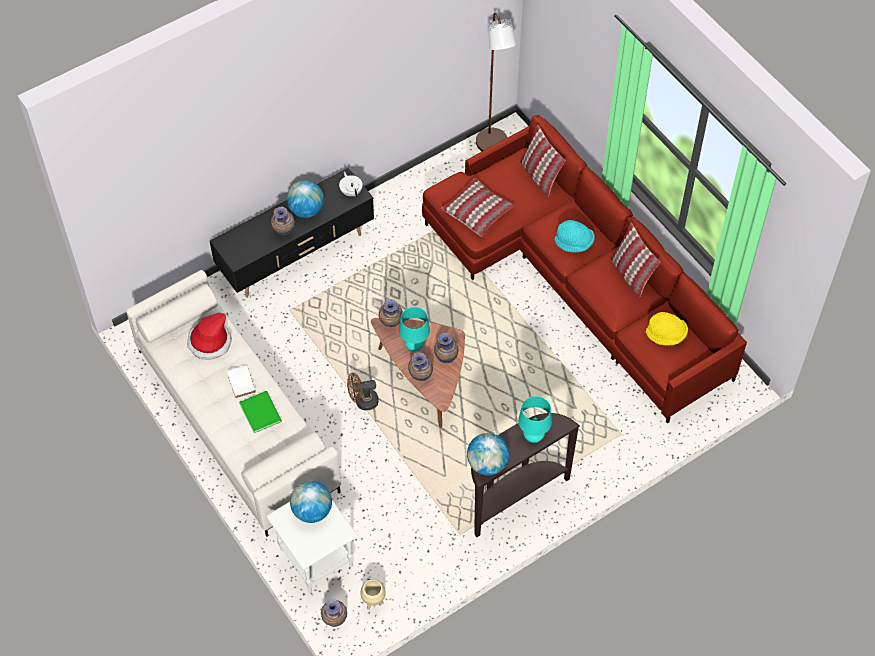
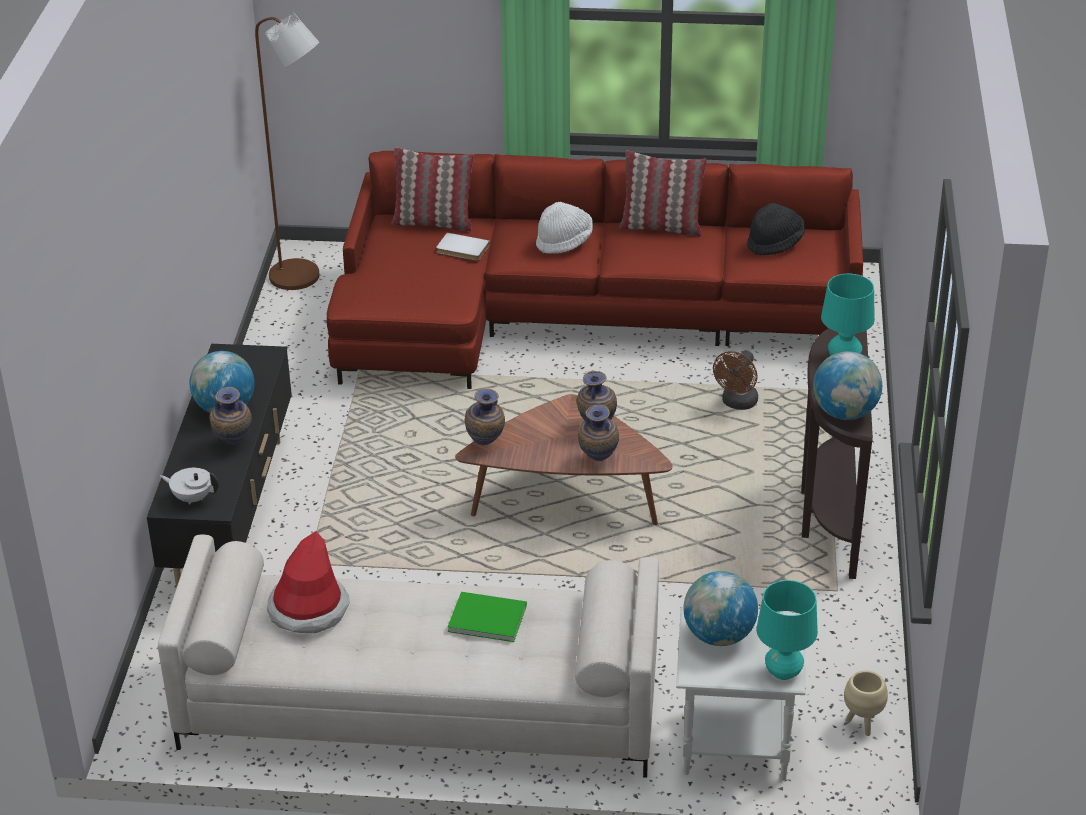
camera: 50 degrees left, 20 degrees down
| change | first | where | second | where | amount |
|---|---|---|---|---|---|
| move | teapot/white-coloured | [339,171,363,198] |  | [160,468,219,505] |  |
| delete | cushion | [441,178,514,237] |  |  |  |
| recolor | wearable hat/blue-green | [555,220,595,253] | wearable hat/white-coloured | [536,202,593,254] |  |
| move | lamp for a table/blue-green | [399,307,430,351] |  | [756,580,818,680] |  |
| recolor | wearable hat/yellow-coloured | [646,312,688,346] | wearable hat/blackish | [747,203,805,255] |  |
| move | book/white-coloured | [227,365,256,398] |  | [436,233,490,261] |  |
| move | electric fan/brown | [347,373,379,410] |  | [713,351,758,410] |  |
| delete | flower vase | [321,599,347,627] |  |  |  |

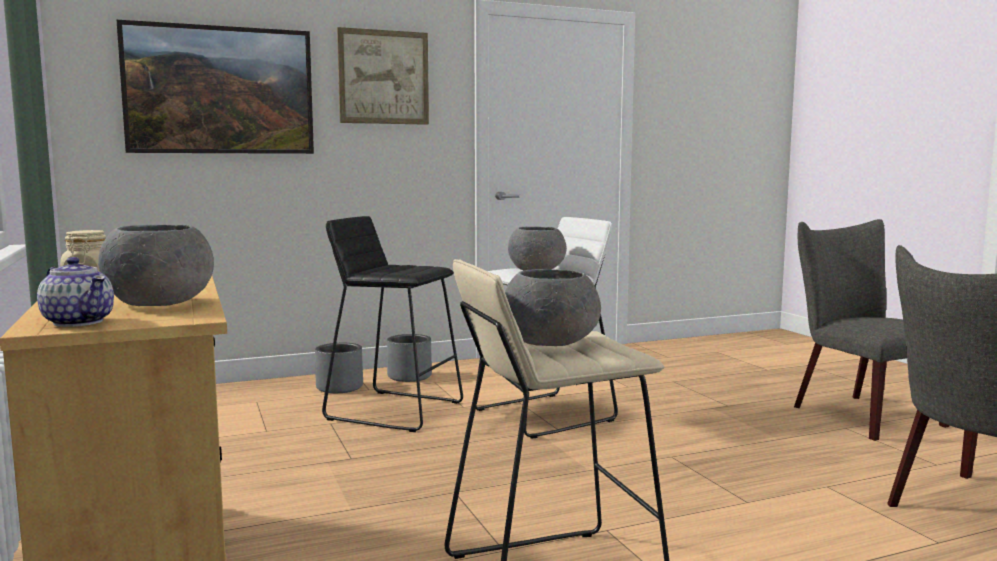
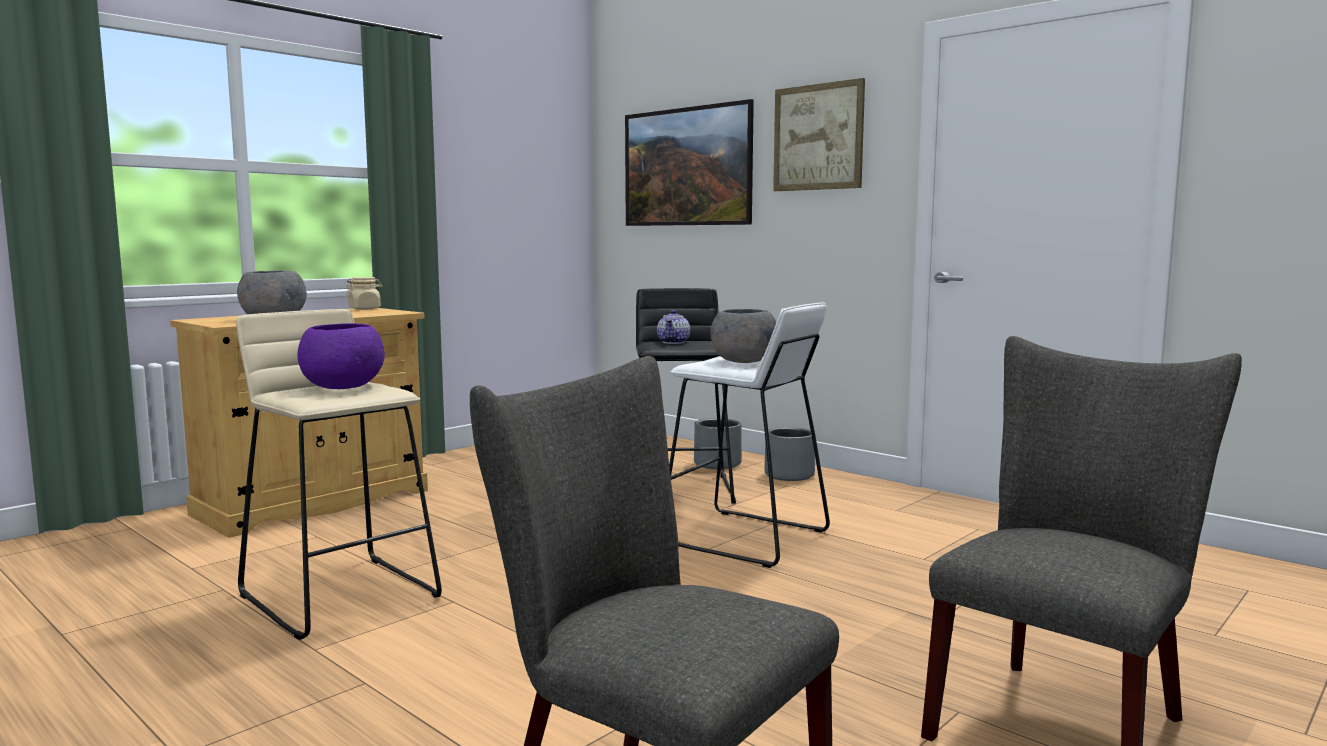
camera: 65 degrees right, 0 degrees up
| change | first | where | second | where | amount |
|---|---|---|---|---|---|
| move | teapot | [37,257,114,327] |  | [657,310,690,344] |  |
| recolor | serving bowl/gray | [505,269,601,346] | serving bowl/purple-coloured | [297,323,385,389] |  |

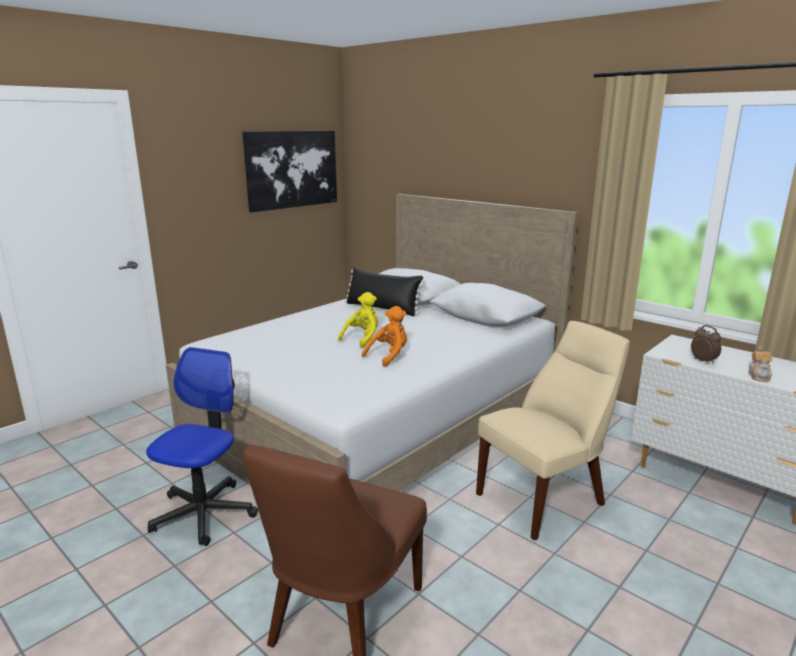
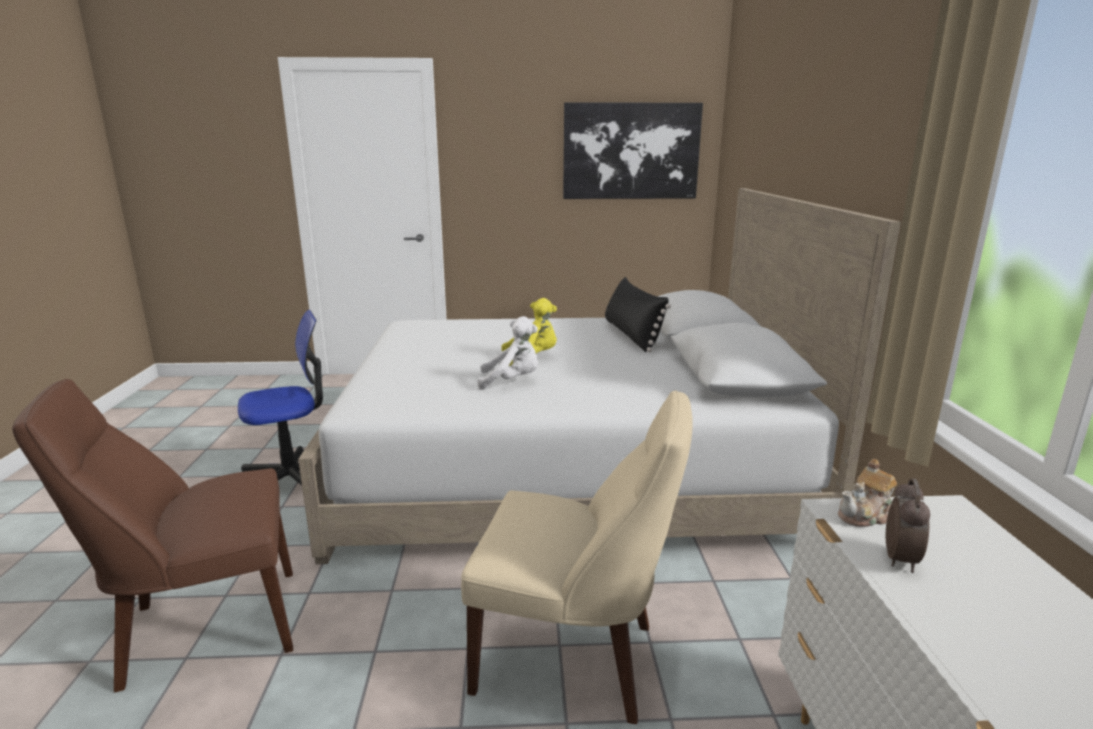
camera: 45 degrees right, 0 degrees up
| change | first | where | second | where | amount |
|---|---|---|---|---|---|
| recolor | cuddly toy/orange-coloured | [362,306,407,367] | cuddly toy/white-coloured | [478,316,538,390] |  |
| move | teapot | [748,347,772,382] |  | [838,459,897,527] |  |

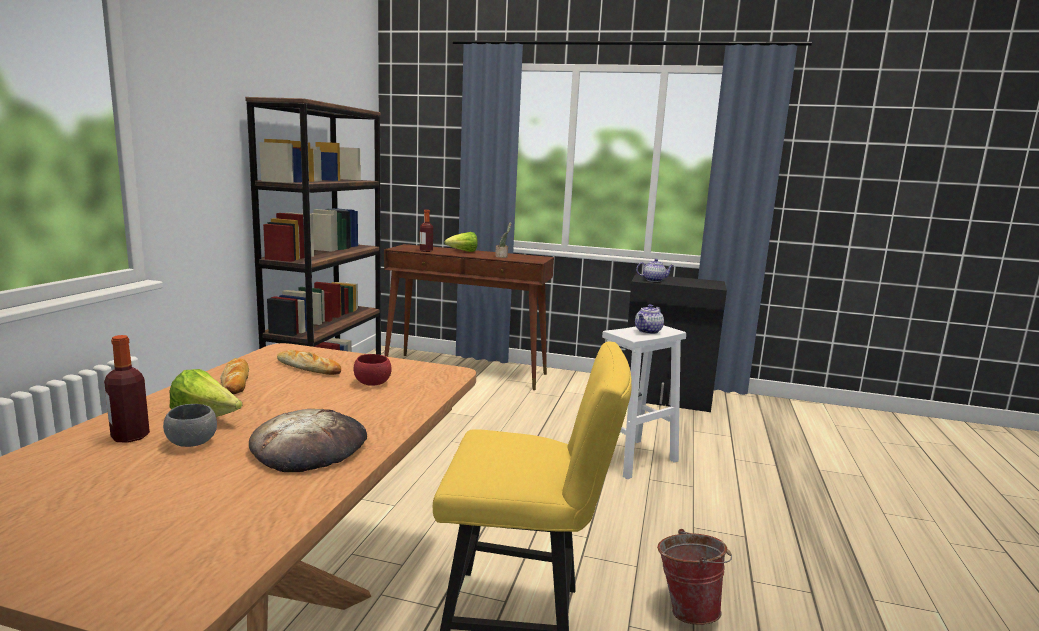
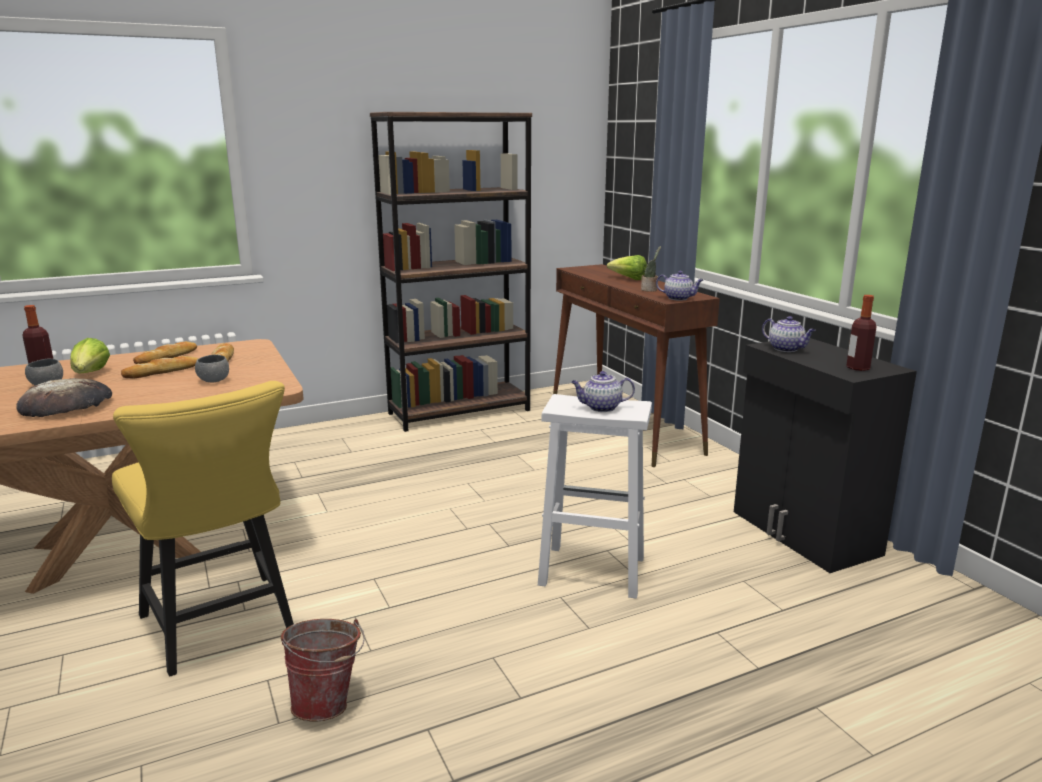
camera: 50 degrees right, 5 degrees up
| change | first | where | second | where | amount |
|---|---|---|---|---|---|
| move | bottle | [420,210,433,252] |  | [846,295,877,371] |  |
| recolor | serving bowl/red | [353,354,391,386] | serving bowl/gray | [195,355,229,382] |  |
| insert |  |  | teapot | [656,271,703,301] |  |
| insert |  |  | bakery bread | [121,356,199,379] |  |

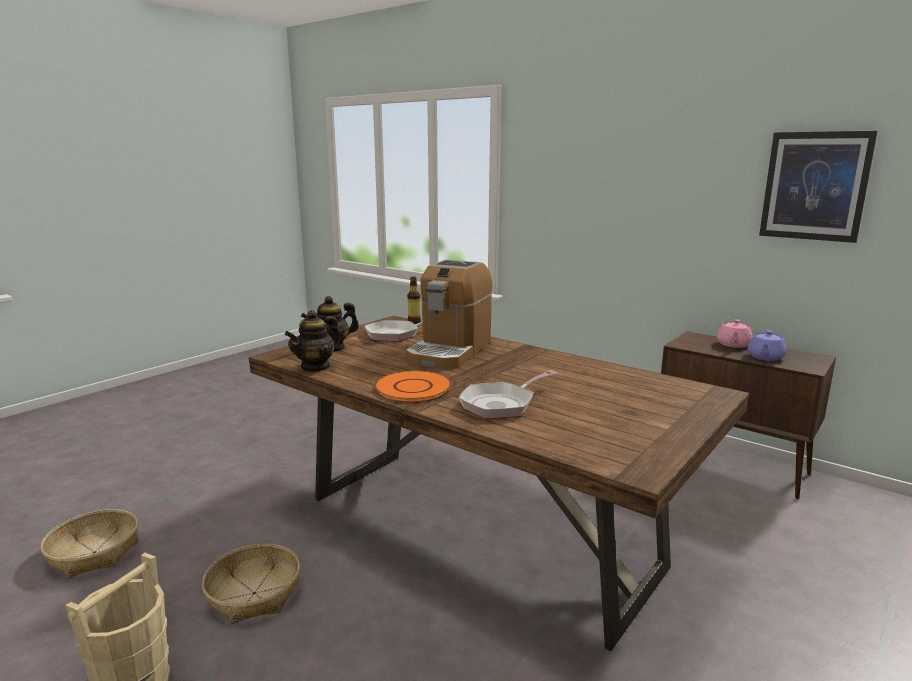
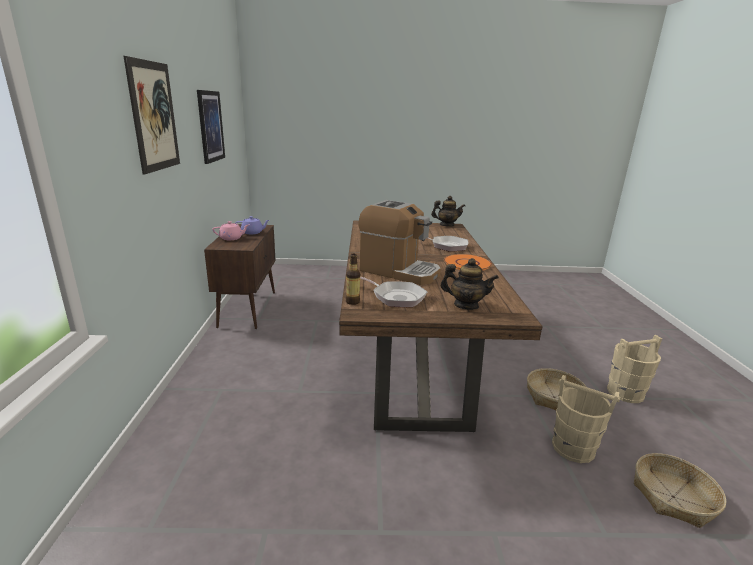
camera: 130 degrees left, 5 degrees up
| change | first | where | second | where | amount |
|---|---|---|---|---|---|
| rotate | coffee machine | [406,260,492,369] |  | [358,200,441,285] | 45 degrees clockwise |
| move | teapot | [285,310,341,372] |  | [431,196,465,227] |  |
| insert |  |  | wall art | [123,56,180,175] |  |
| insert |  |  | pail/beige | [552,375,620,463] |  |

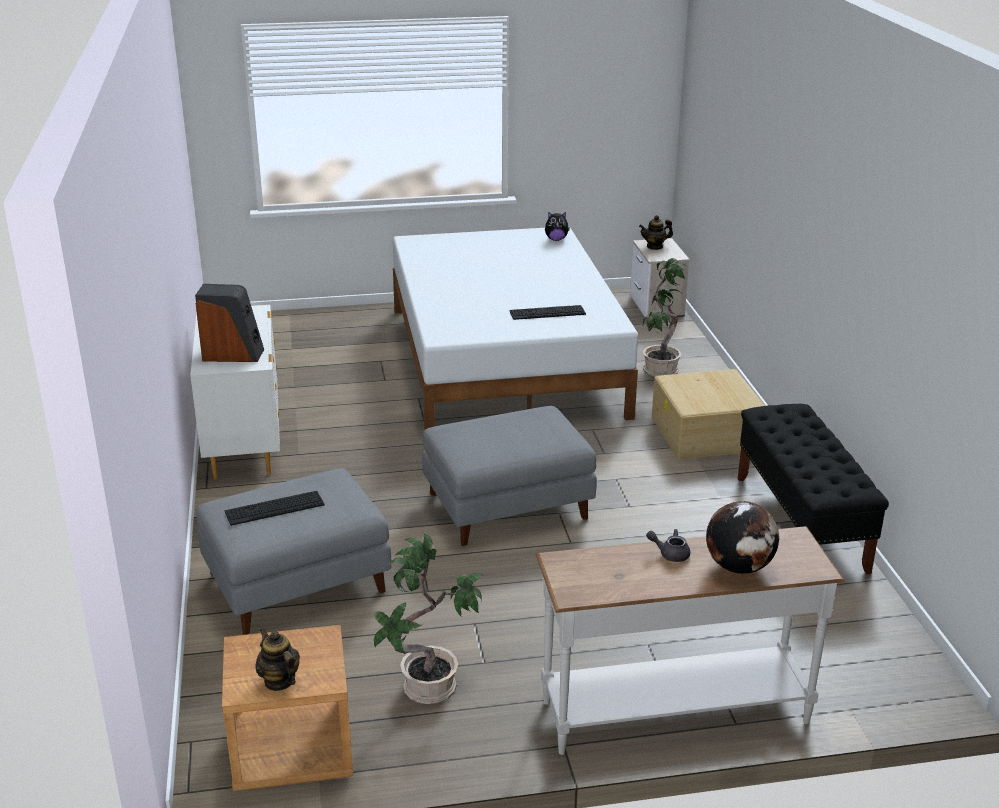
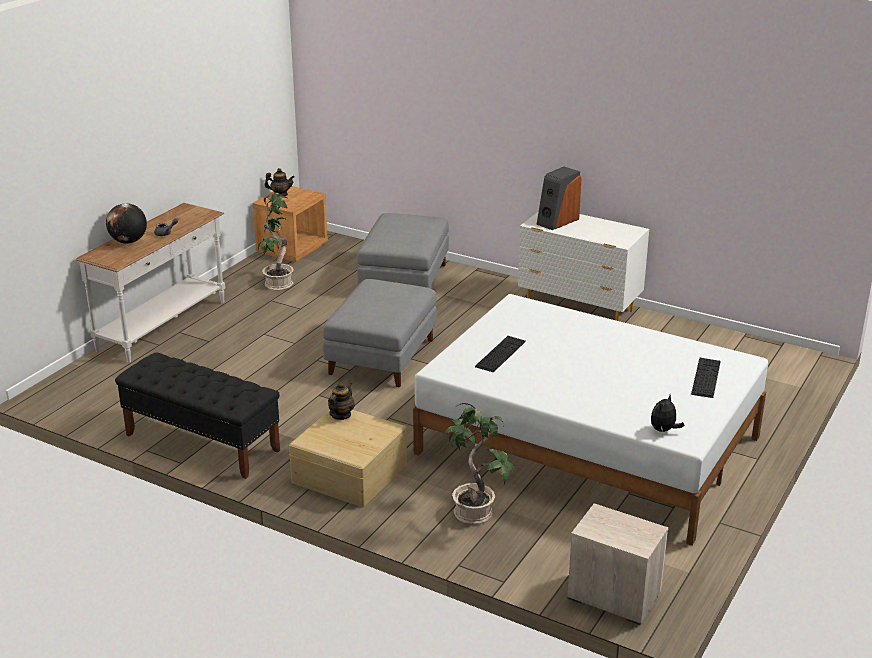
camera: 130 degrees right, 0 degrees up
| change | first | where | second | where | amount |
|---|---|---|---|---|---|
| move | teapot | [639,215,673,250] |  | [328,382,355,420] |  |
| move | keyboard | [225,491,325,526] |  | [691,358,721,398] |  |

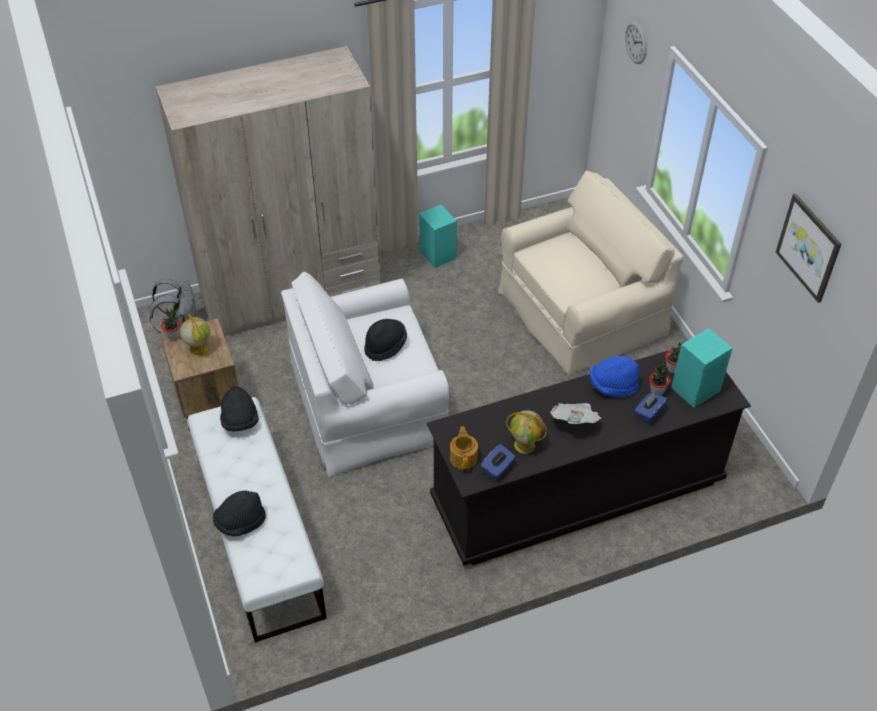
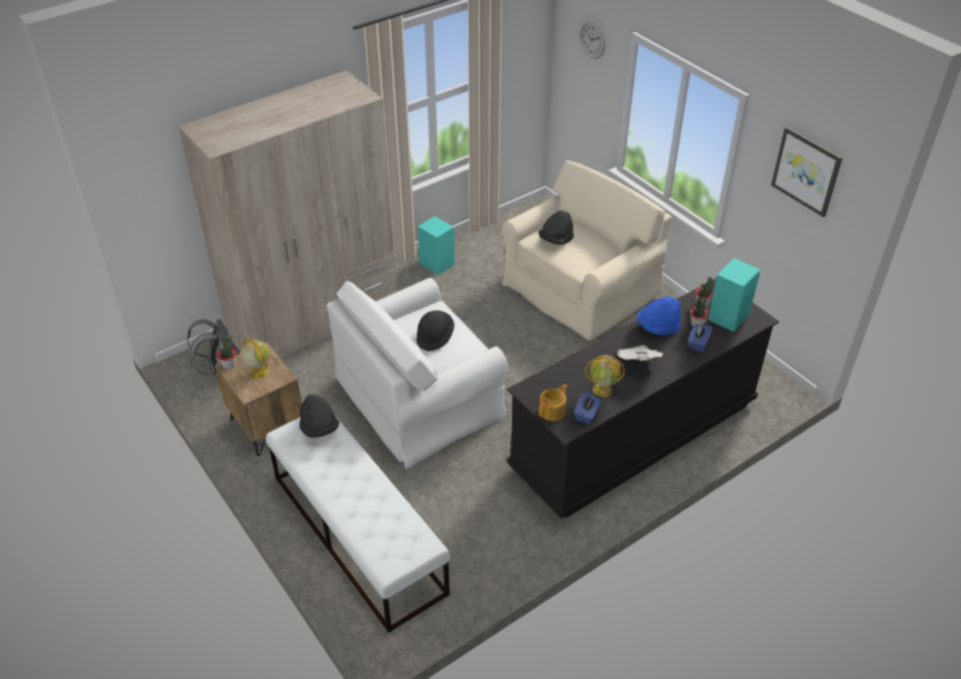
camera: 15 degrees left, 5 degrees down
| change | first | where | second | where | amount |
|---|---|---|---|---|---|
| rotate | teapot | [450,426,478,470] |  | [538,384,567,421] | 60 degrees clockwise |
| move | wearable hat/blackish | [213,491,266,536] |  | [539,210,574,245] |  |

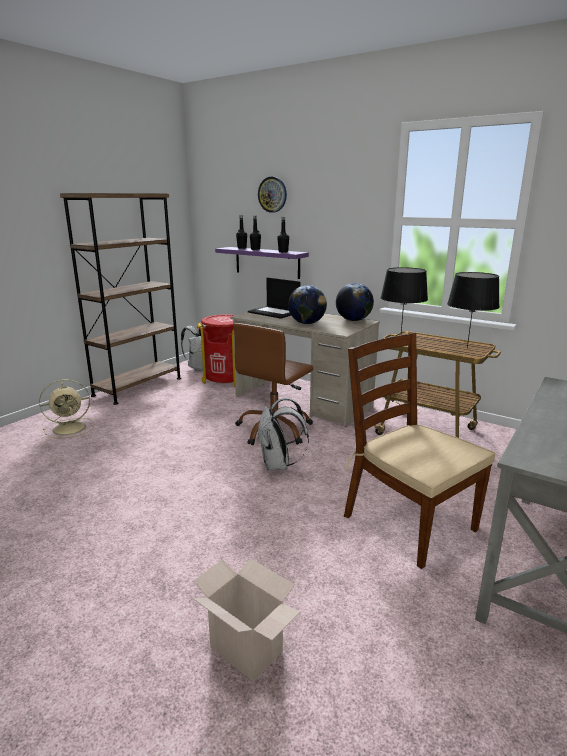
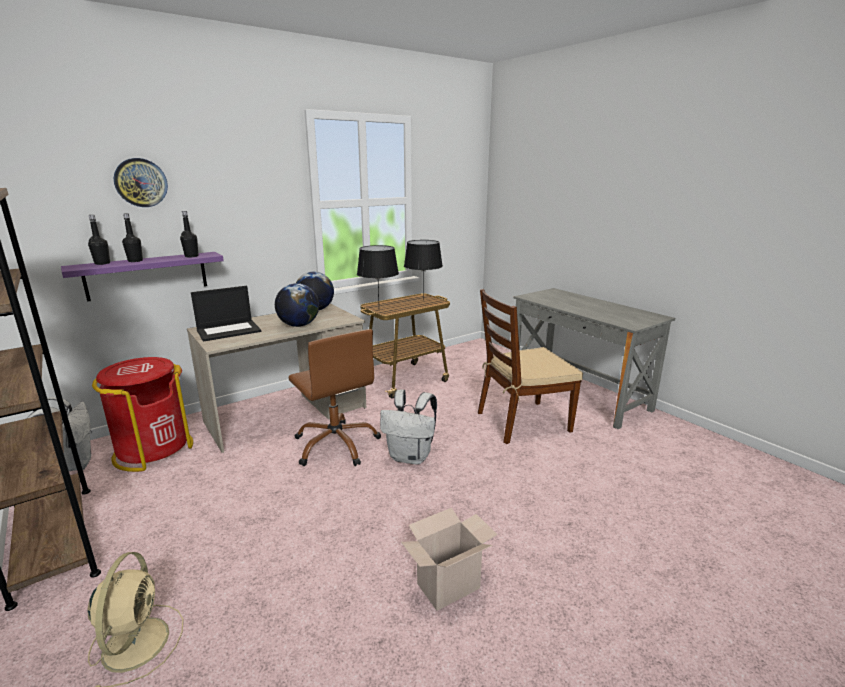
camera: 70 degrees left, 0 degrees up
| change | first | where | second | where | amount |
|---|---|---|---|---|---|
| move | carton | [193,558,300,682] |  | [401,508,498,611] |  |

